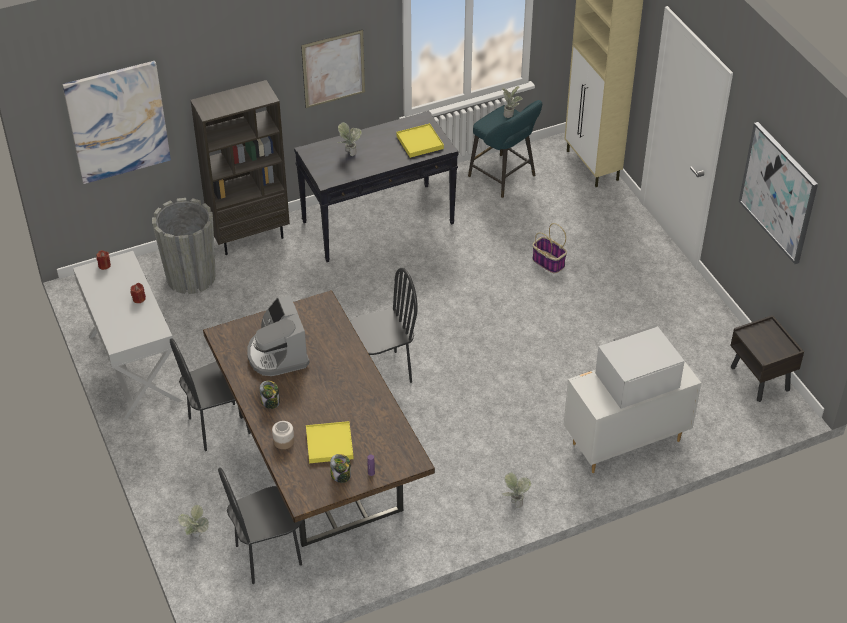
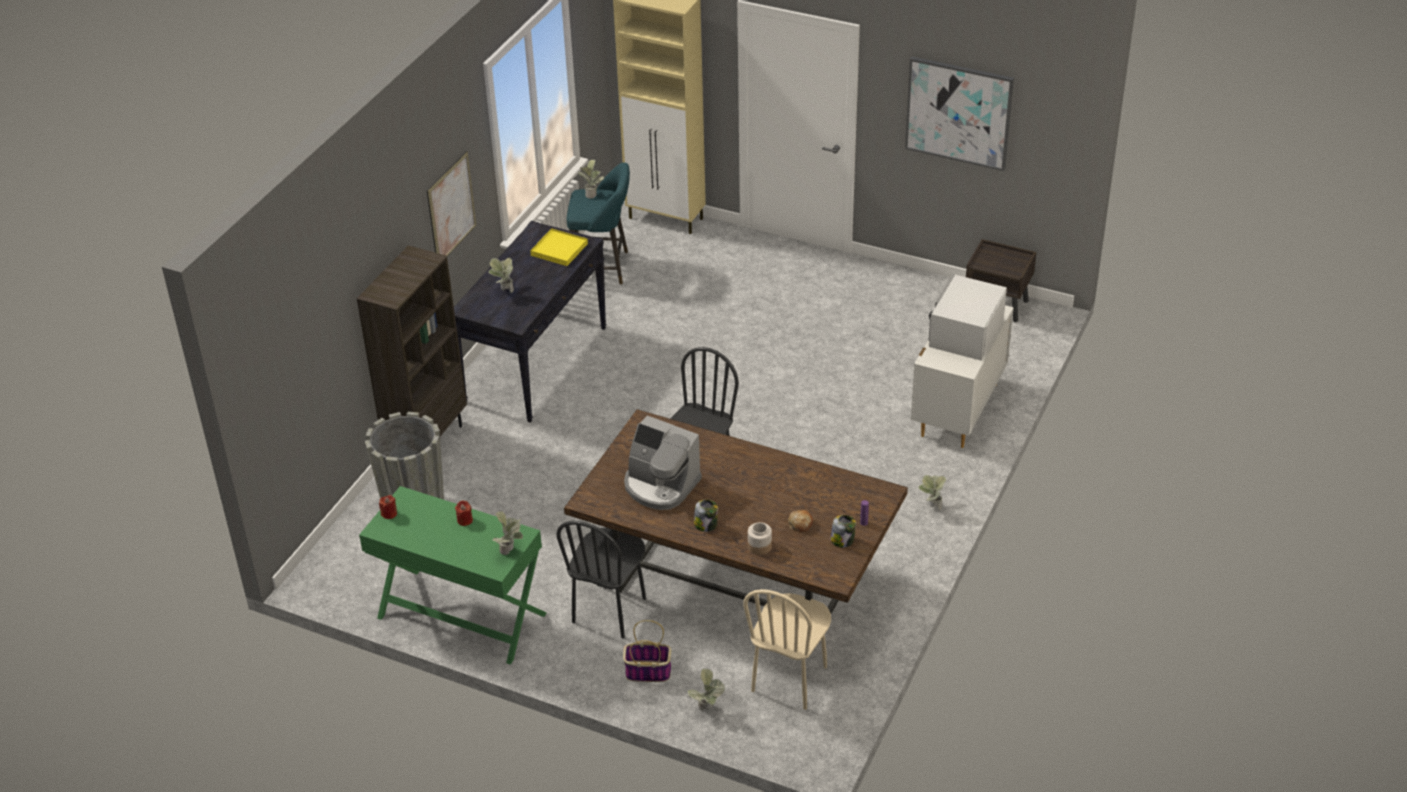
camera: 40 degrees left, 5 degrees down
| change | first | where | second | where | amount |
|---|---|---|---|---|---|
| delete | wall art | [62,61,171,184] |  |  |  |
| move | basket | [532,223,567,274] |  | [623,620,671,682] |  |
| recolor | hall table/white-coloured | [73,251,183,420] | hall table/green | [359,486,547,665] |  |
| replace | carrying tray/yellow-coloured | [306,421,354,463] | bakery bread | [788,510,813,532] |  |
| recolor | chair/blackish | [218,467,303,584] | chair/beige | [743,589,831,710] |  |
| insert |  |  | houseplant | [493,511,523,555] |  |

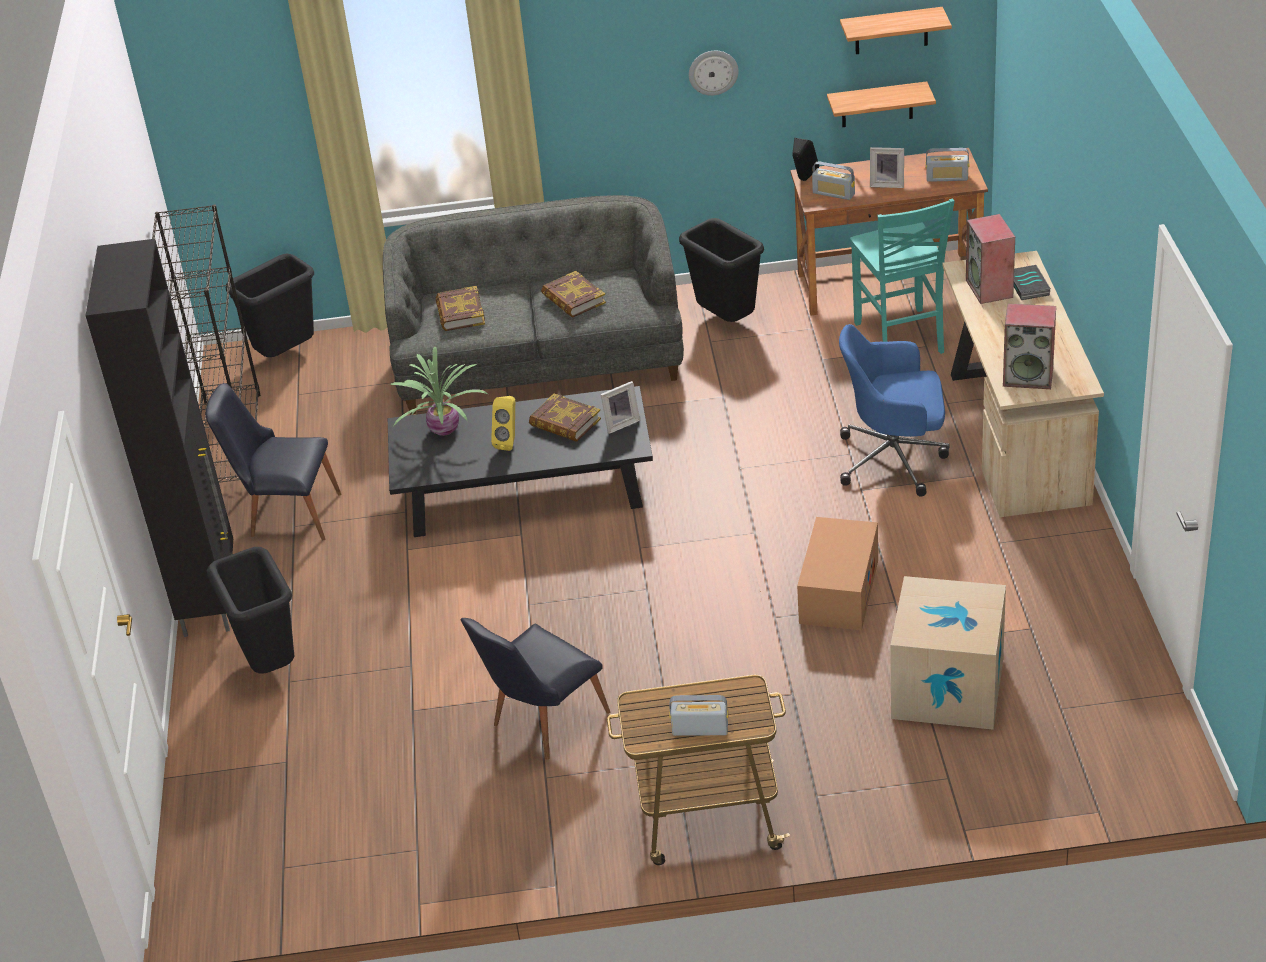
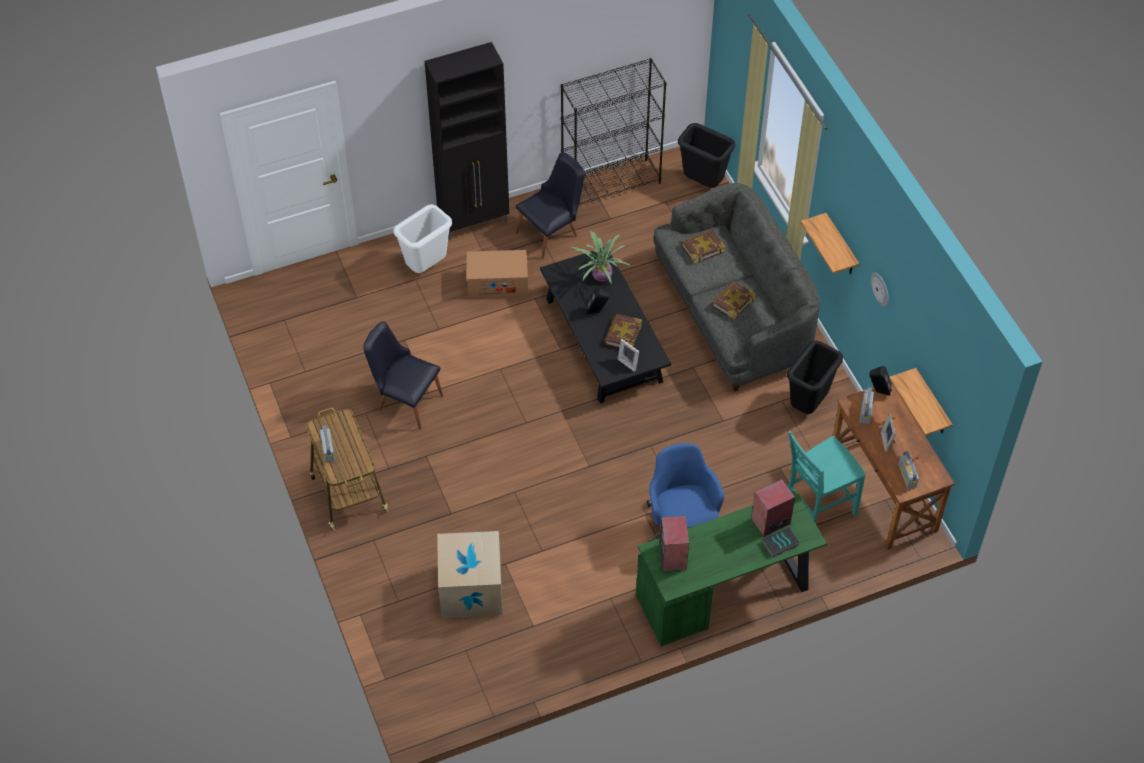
camera: 70 degrees right, 15 degrees up
| change | first | where | second | where | amount |
|---|---|---|---|---|---|
| move | shelf | [840,7,952,54] |  | [800,213,859,274] |  |
| recolor | desk table/beige | [942,251,1104,517] | desk table/green | [636,490,827,646] |  |
| rotate | chair/blackish | [206,383,341,540] |  | [515,153,585,259] | 60 degrees clockwise |
| recolor | loudspeaker/yellow-coloured | [491,396,515,451] | loudspeaker/blackish | [586,287,610,314] |  |
| move | carton | [797,517,878,630] |  | [467,250,528,297] |  |
| recolor | rubbish bin/blackish | [207,547,294,674] | rubbish bin/white-coloured | [393,204,452,273] |  |

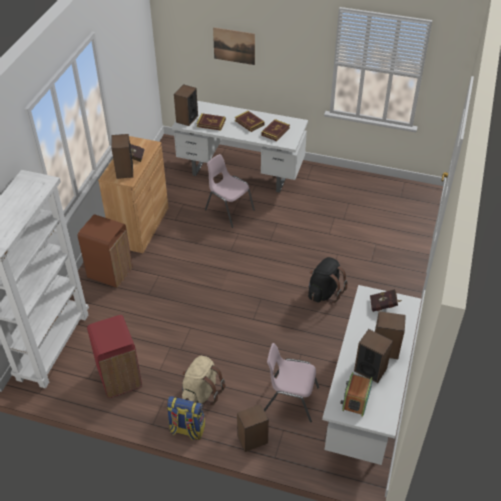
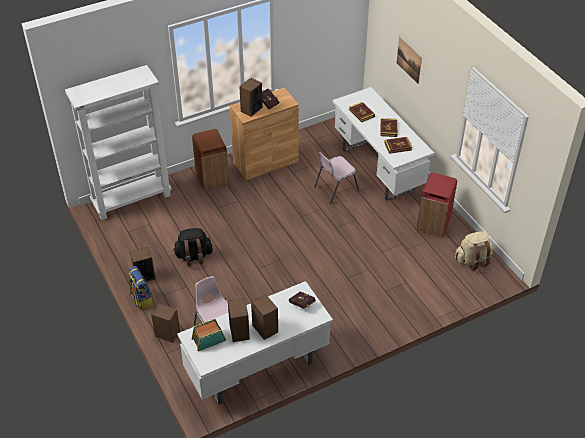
camera: 45 degrees right, 0 degrees up
| change | first | where | second | where | amount |
|---|---|---|---|---|---|
| move | loudspeaker | [174,84,198,126] |  | [130,247,156,282] |  |
| rotate | chair/pinkish | [205,154,255,228] |  | [314,152,359,204] | 120 degrees counterclockwise |
| move | backpack/blackish | [308,257,347,303] |  | [173,228,213,266] |  |
| move | rubbish bin/red | [87,315,142,398] |  | [417,172,457,237] |  |
| move | backpack/beige | [182,356,225,406] |  | [455,231,493,271] |  |

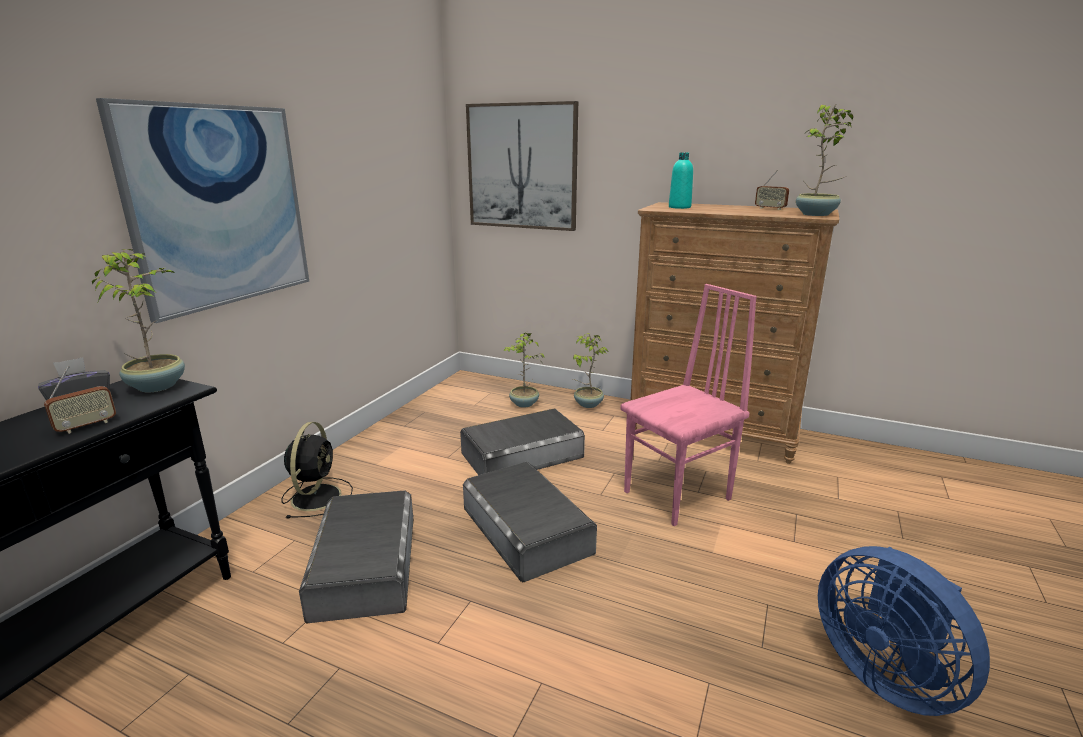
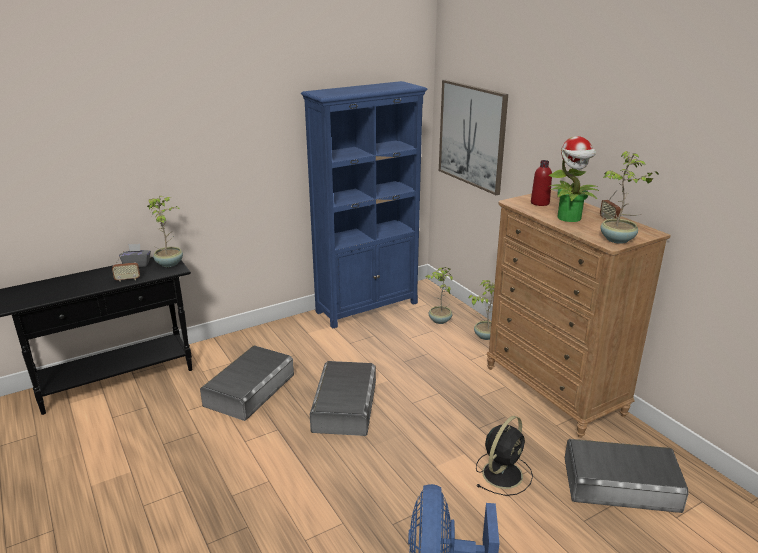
camera: 35 degrees right, 5 degrees up
| change | first | where | second | where | amount |
|---|---|---|---|---|---|
| delete | wall art | [96,98,309,323] |  |  |  |
| recolor | bottle/blue-green | [669,153,693,209] | bottle/red | [531,160,552,206] |  |
| delete | chair/pinkish | [620,284,757,526] |  |  |  |
| move | storage container/gray | [460,409,585,475] |  | [565,439,688,513] |  |
| move | electric fan/blackish | [281,422,353,518] |  | [476,416,533,496] |  |
| insert |  |  | bookshelf/blue | [301,81,428,328] |  |
| insert |  |  | houseplant | [548,136,599,222] |  |

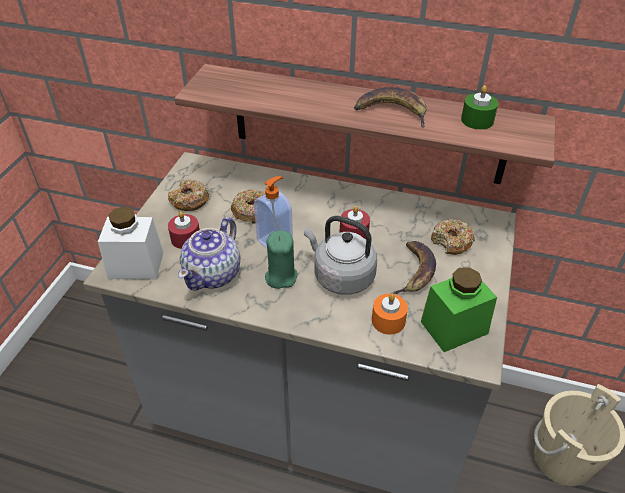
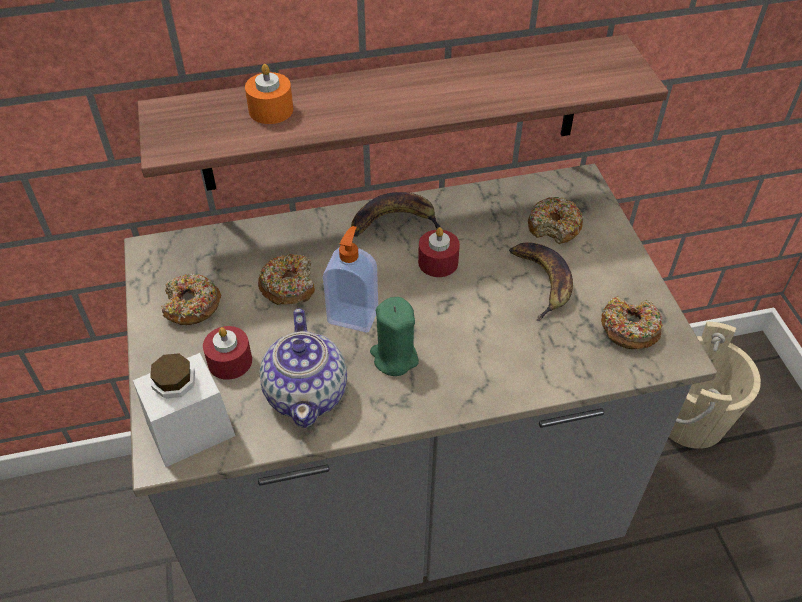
camera: 30 degrees left, 5 degrees up
| change | first | where | second | where | amount |
|---|---|---|---|---|---|
| delete | wax light/green | [461,85,498,129] |  |  |  |
| move | banana | [354,87,427,127] |  | [351,192,440,237] |  |
| delete | tea kettle/gray | [304,216,377,295] |  |  |  |
| replace | storage jar/green | [421,267,497,352] | ring doughnut | [601,296,663,349] |  |
| move | wax light/orange-coloured | [372,294,408,335] |  | [245,64,293,124] |  |

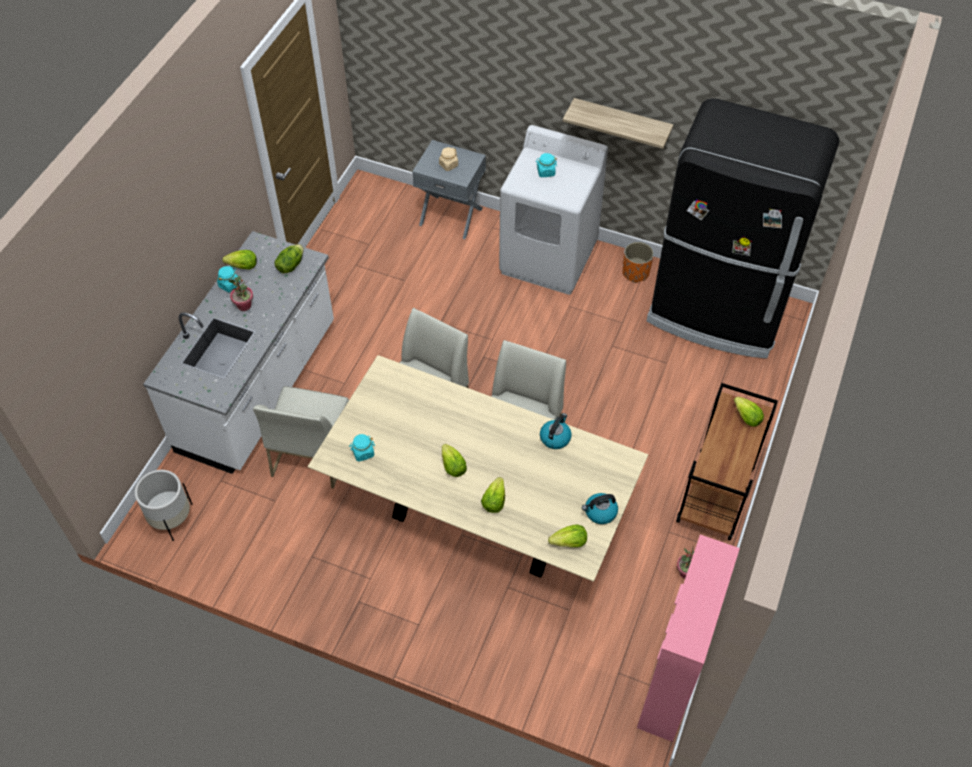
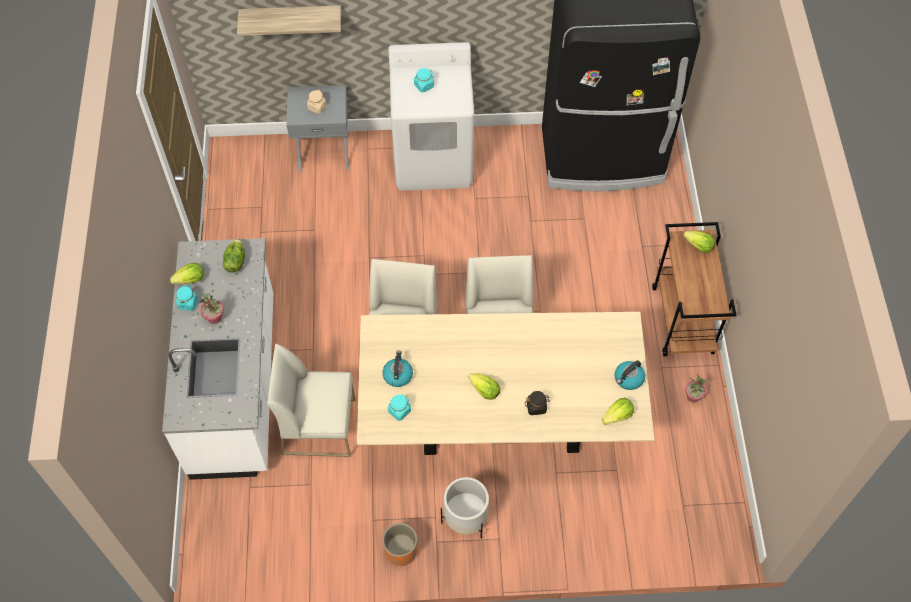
camera: 25 degrees left, 5 degrees up
| change | first | where | second | where | amount |
|---|---|---|---|---|---|
| move | shelf | [563,98,673,149] |  | [237,5,341,36] |  |
| move | plant pot/orange-coloured | [623,242,654,283] |  | [383,523,417,566] |  |
| rotate | chair/white-coloured | [253,386,349,489] |  | [267,344,355,457] | 105 degrees clockwise |
| move | tea kettle | [540,413,572,449] |  | [383,351,413,387] |  |
| move | plant pot/white-coloured | [135,470,192,541] |  | [441,477,489,538] |  |
| replace | head of lettuce | [481,477,505,513] | storage jar/blackish | [525,391,550,415] |  |
| delete | cabinet/pinkish | [637,534,740,742] |  |  |  |

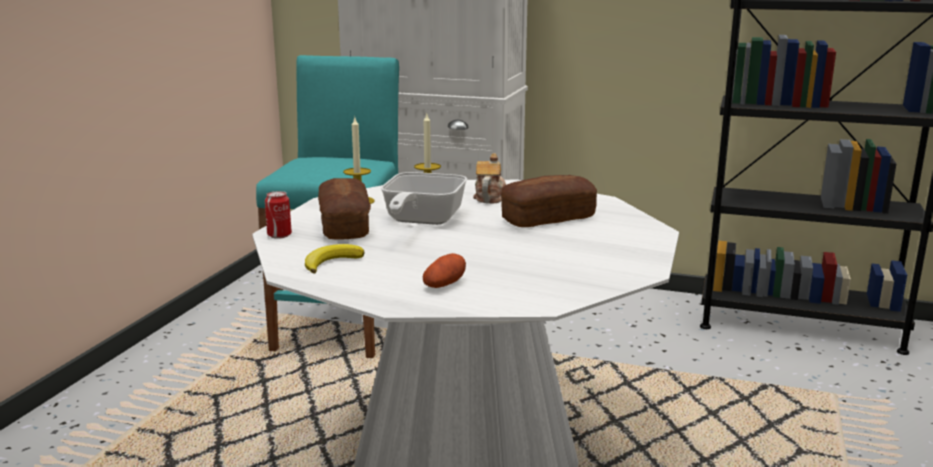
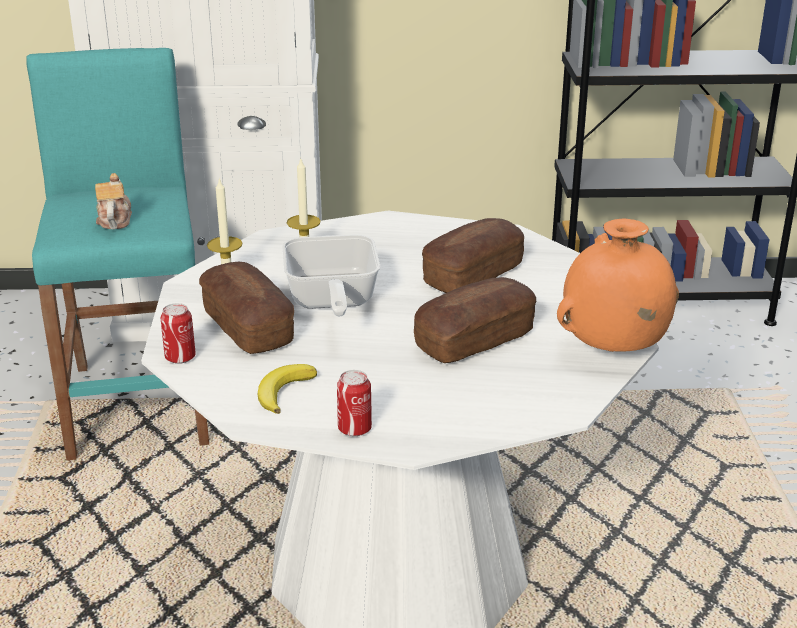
camera: 20 degrees left, 10 degrees up
| change | first | where | second | where | amount |
|---|---|---|---|---|---|
| move | teapot | [473,153,506,203] |  | [95,173,132,229] |  |
| delete | whole potato | [423,253,466,288] |  |  |  |
| insert |  |  | flower vase/orange-coloured | [557,219,679,352] |  |
| insert |  |  | bakery bread | [414,277,536,363] |  |
| insert |  |  | metal can | [337,370,372,436] |  |

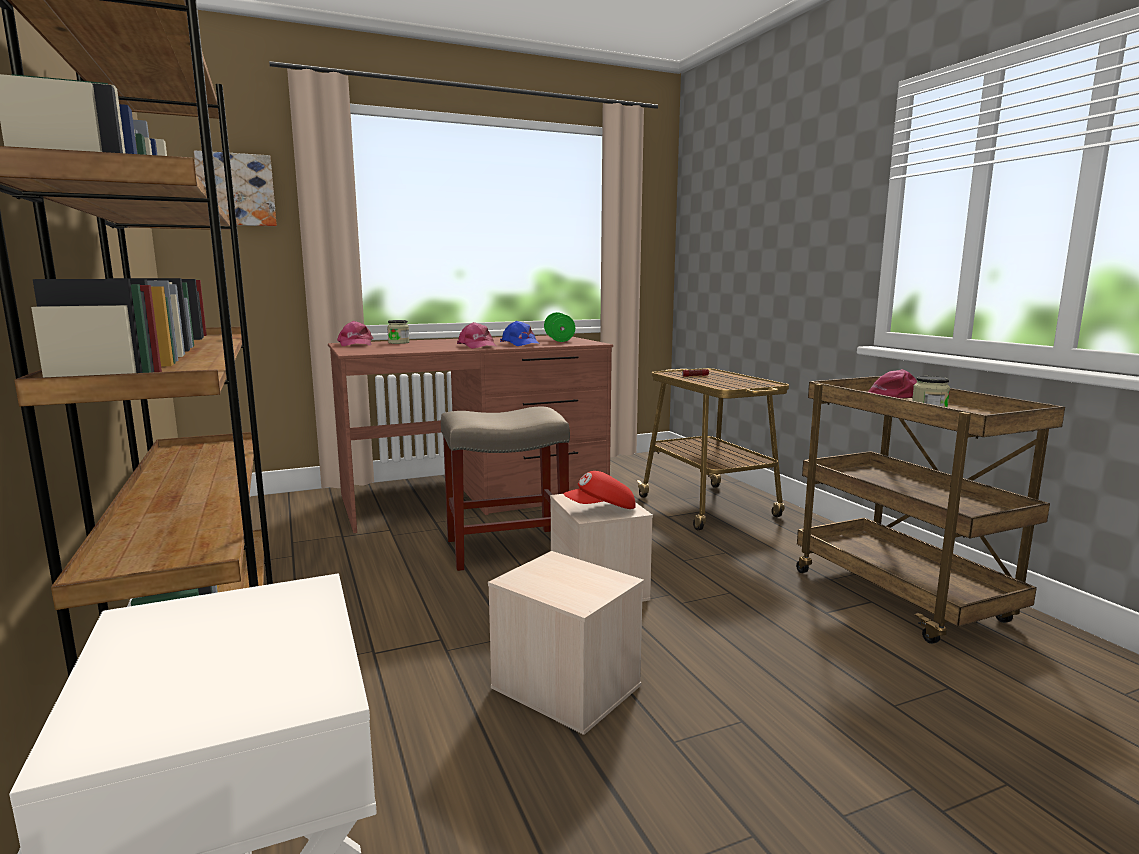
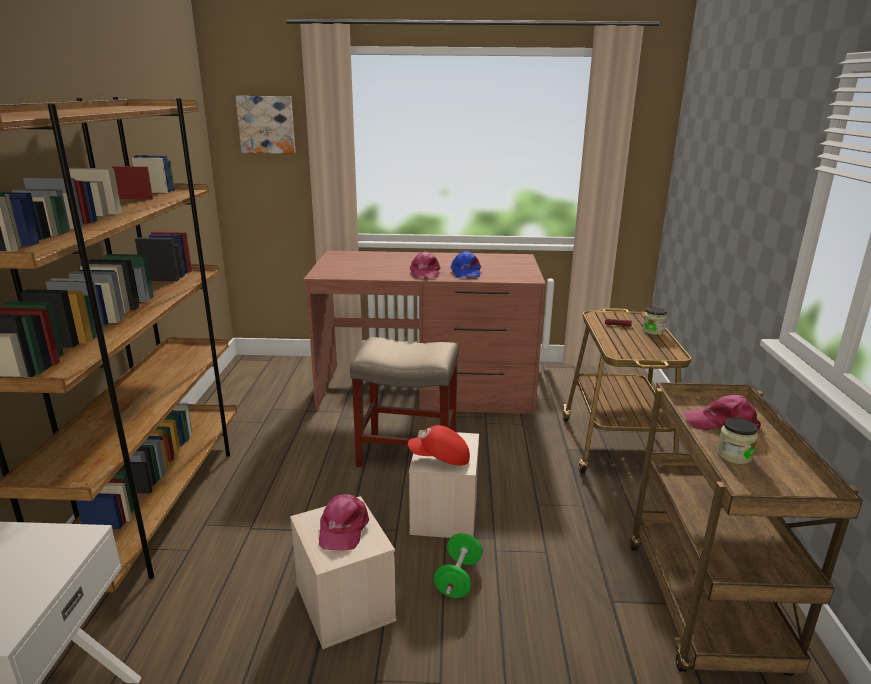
camera: 25 degrees right, 10 degrees up
| change | first | where | second | where | amount |
|---|---|---|---|---|---|
| move | dumbbell/green | [544,312,575,342] |  | [434,533,482,598] |  |
| move | storage jar | [387,320,410,344] |  | [643,307,667,335] |  |
| move | peaked cap/pinkish | [337,321,373,346] |  | [319,494,369,551] |  |

